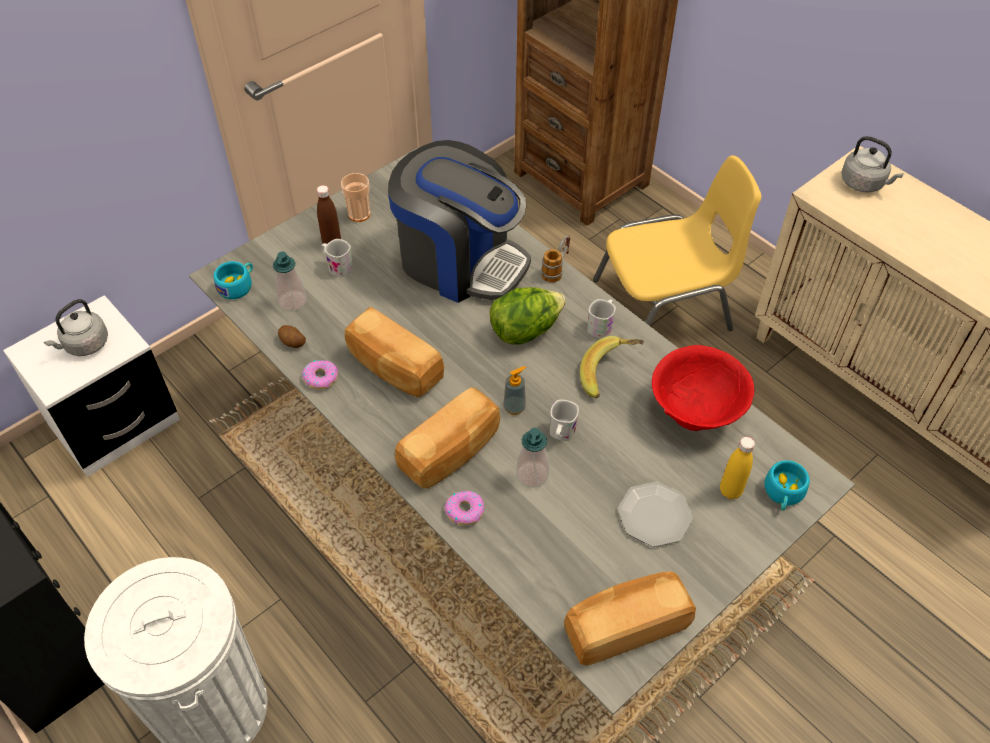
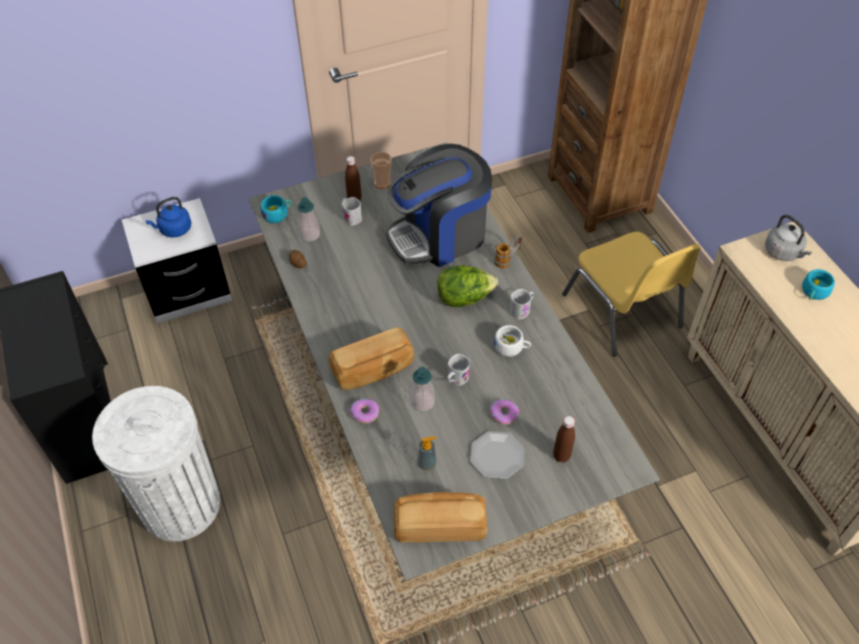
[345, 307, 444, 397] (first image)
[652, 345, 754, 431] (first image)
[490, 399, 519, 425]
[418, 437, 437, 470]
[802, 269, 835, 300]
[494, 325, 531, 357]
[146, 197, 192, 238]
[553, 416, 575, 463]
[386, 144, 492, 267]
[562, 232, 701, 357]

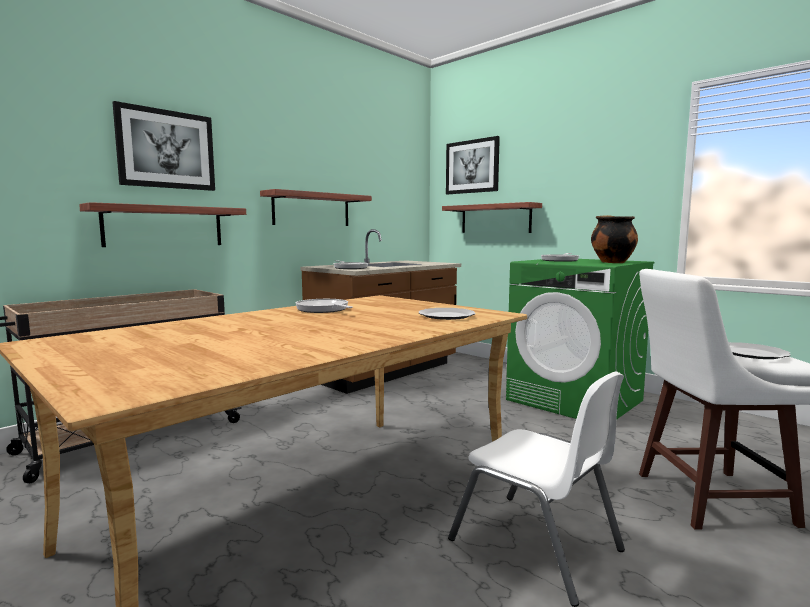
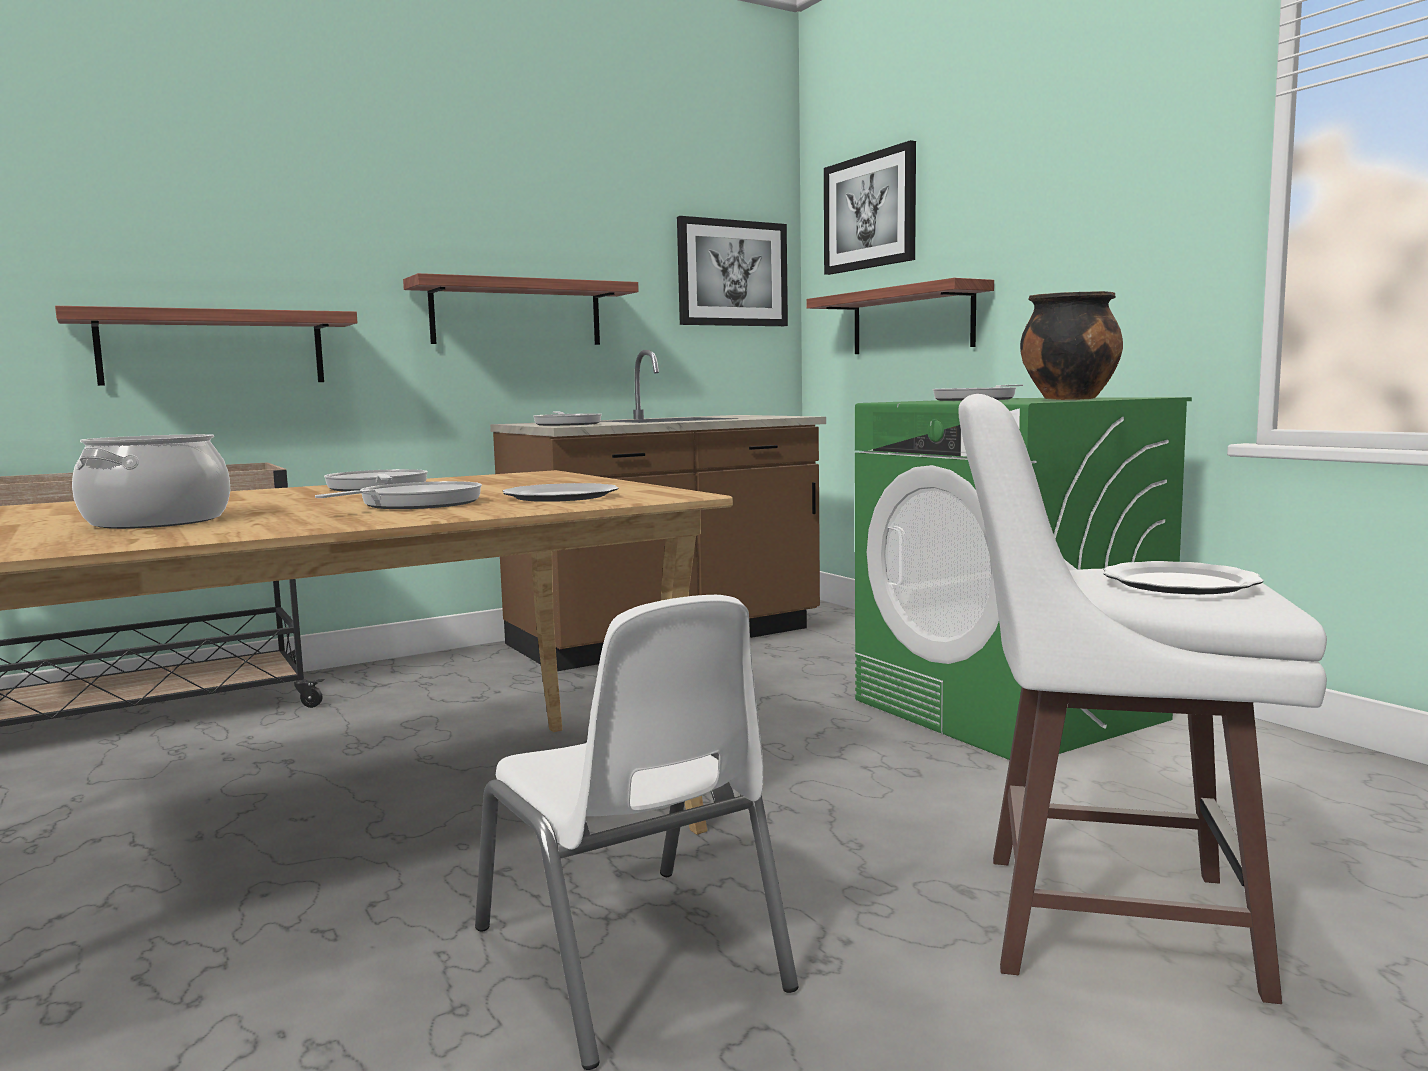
[72, 434, 230, 529]
[315, 481, 482, 509]
[677, 216, 788, 326]

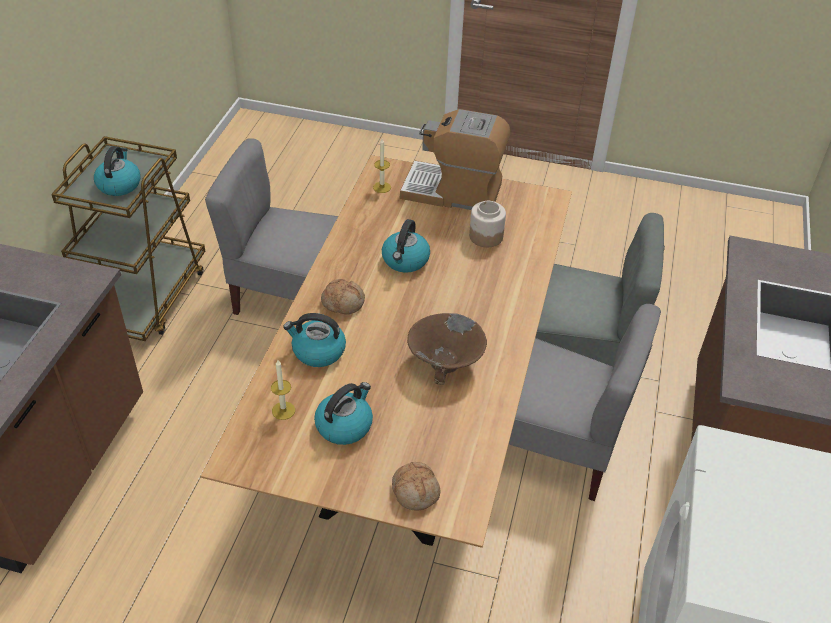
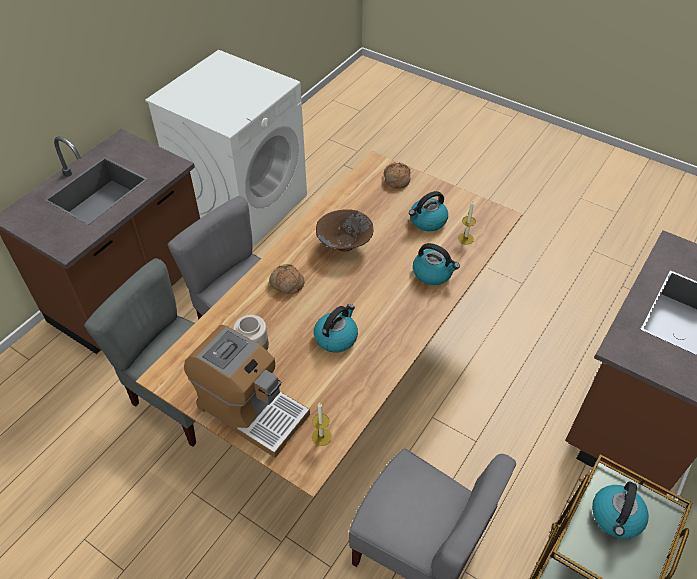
[269, 264, 304, 294]

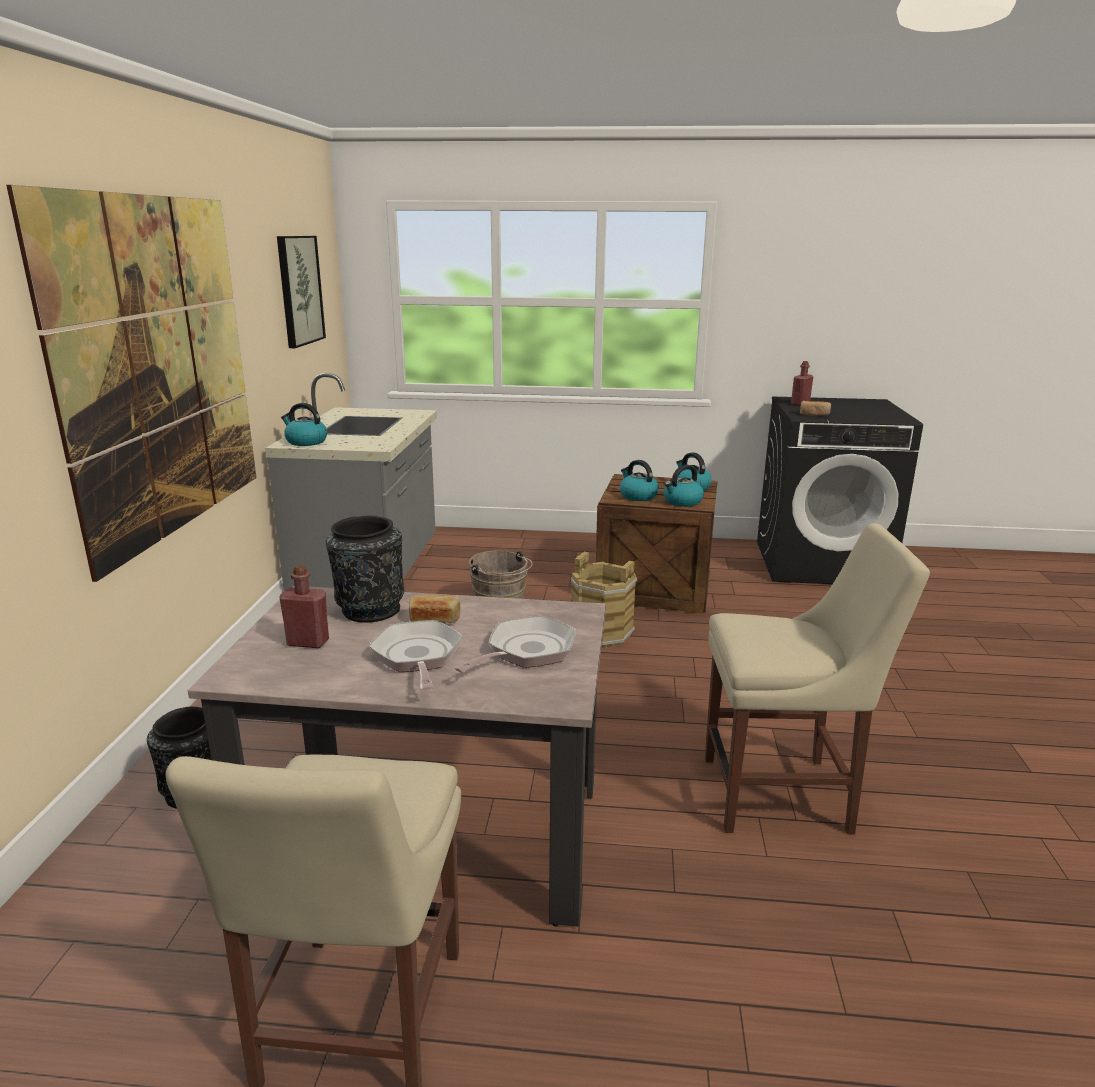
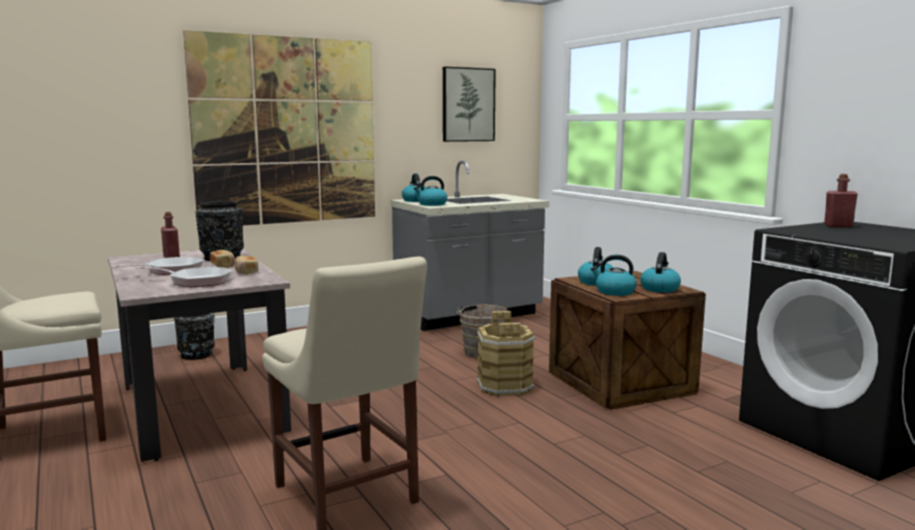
[413, 176, 447, 206]
[234, 255, 258, 275]

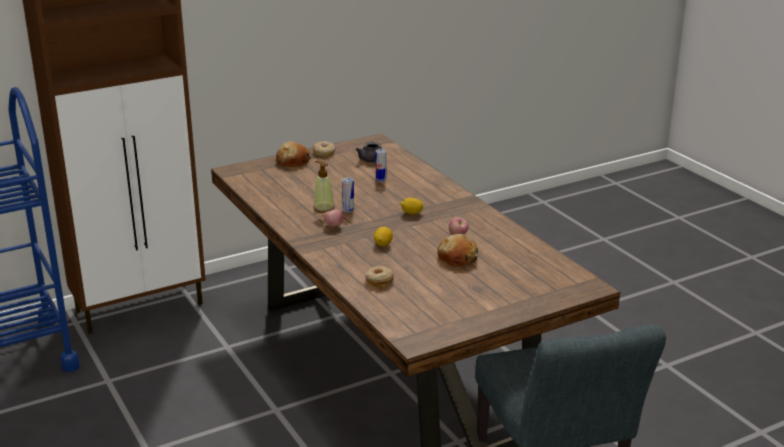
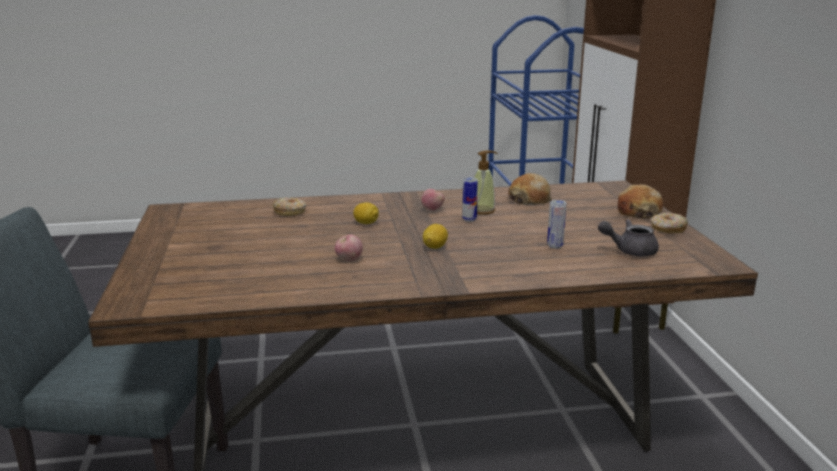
[508, 173, 552, 205]

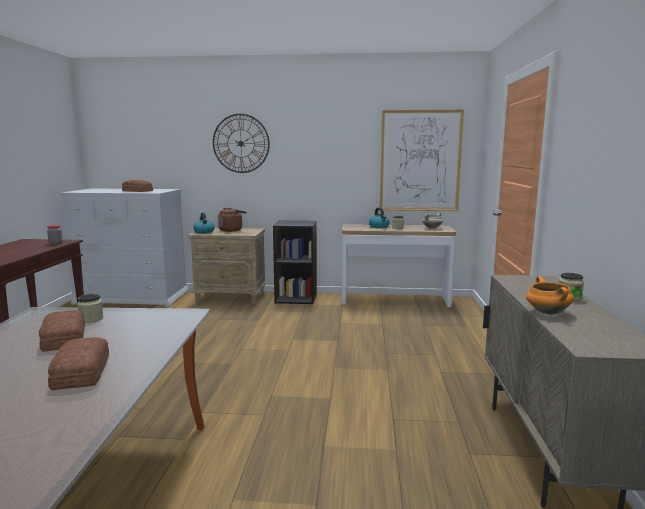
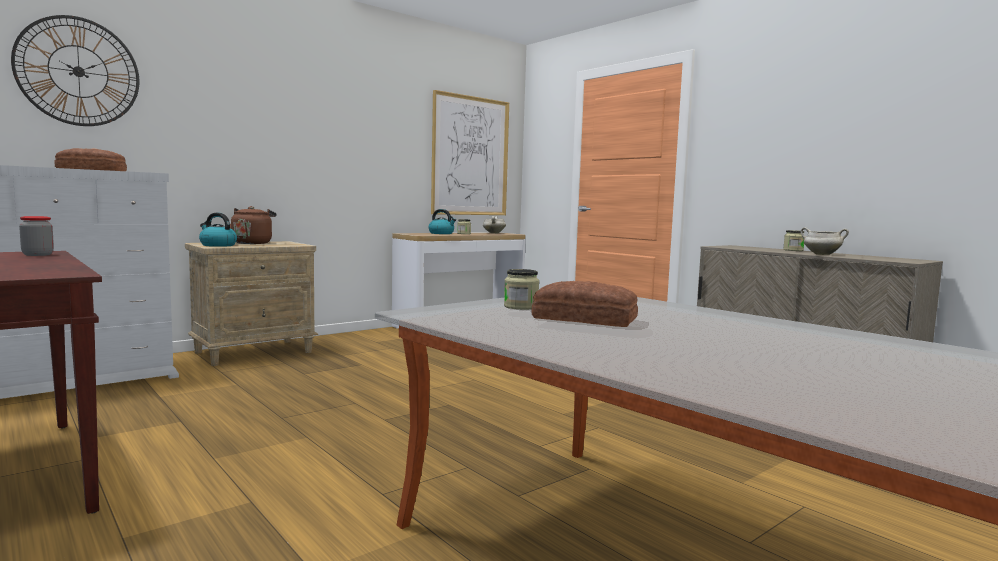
[48, 337, 109, 390] (first image)
[273, 220, 317, 304] (first image)
[11, 15, 139, 126]
[801, 227, 849, 255]

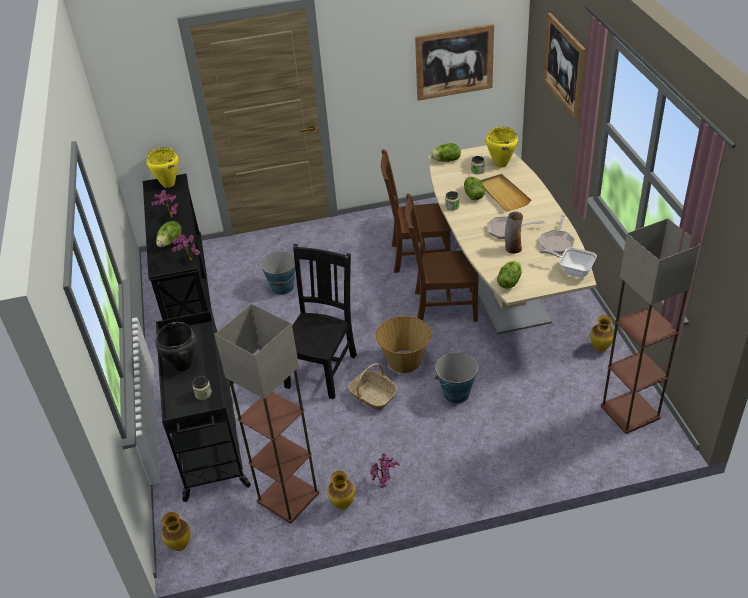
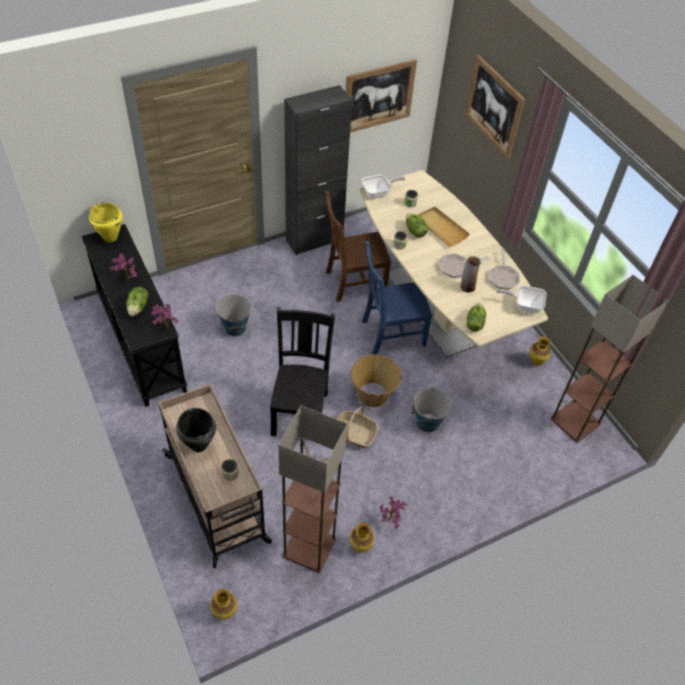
[486, 127, 518, 168] (first image)
[284, 85, 352, 255]
[361, 174, 405, 199]
[158, 384, 272, 568]
[362, 241, 432, 355]

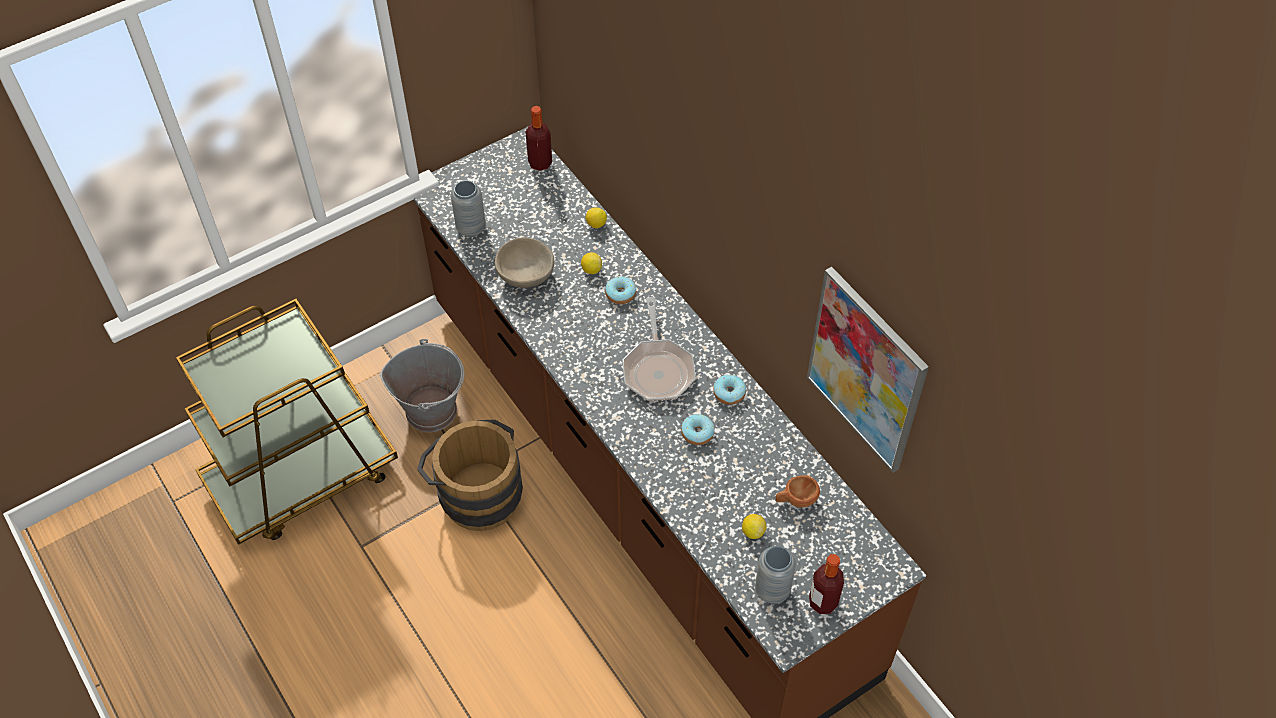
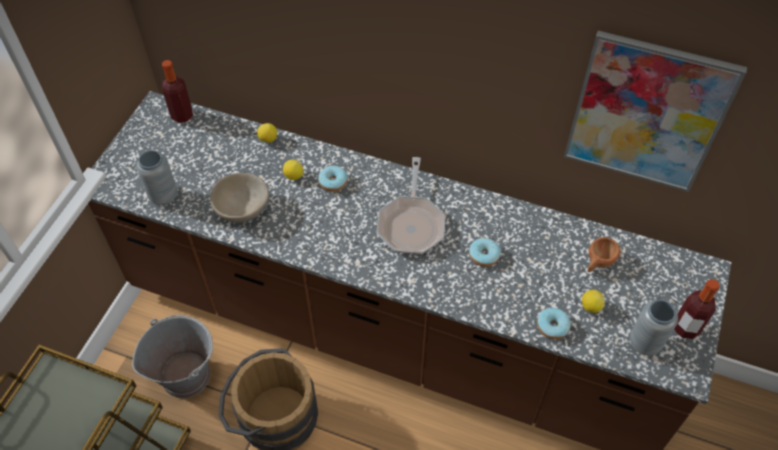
[537, 308, 571, 339]
[376, 157, 445, 254]

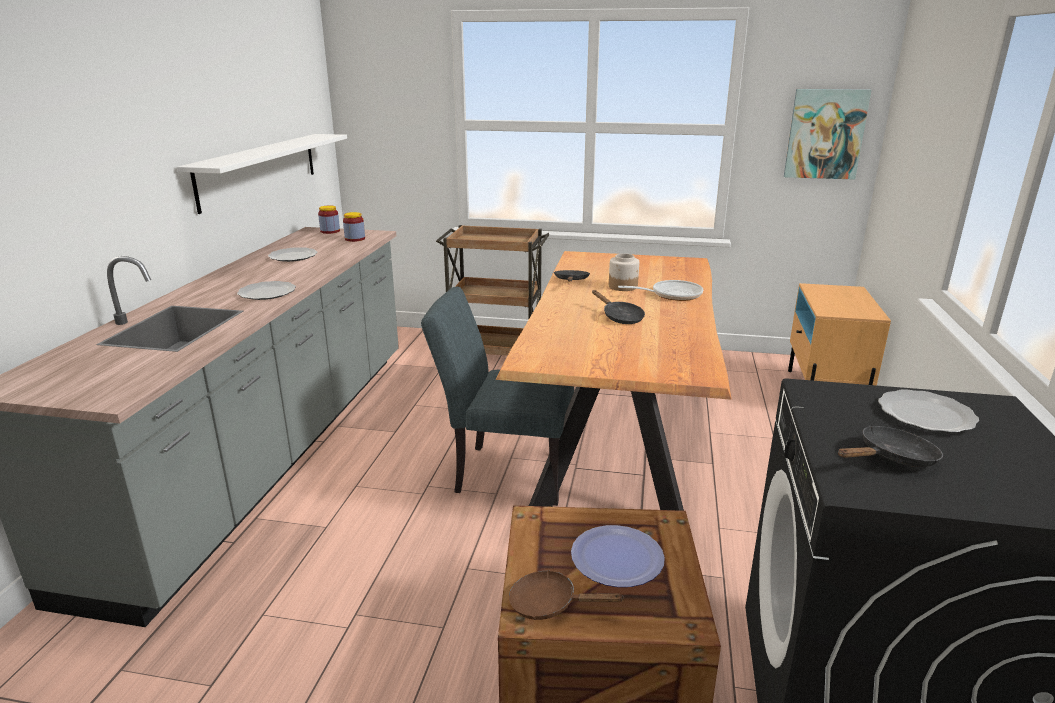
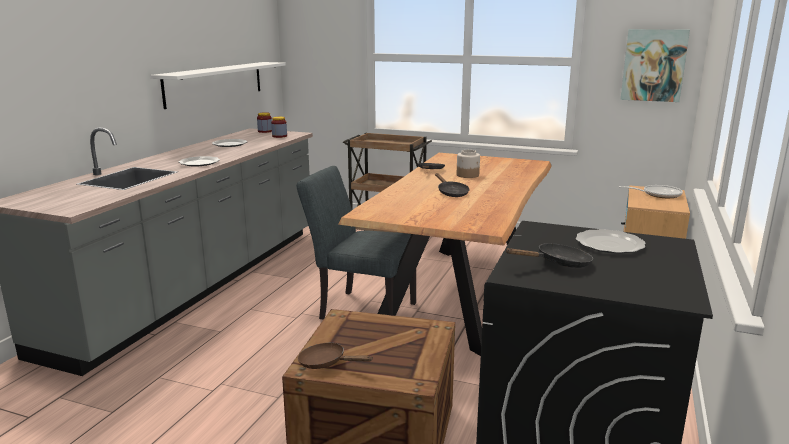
[571, 525, 665, 587] (first image)
[618, 185, 683, 198]

